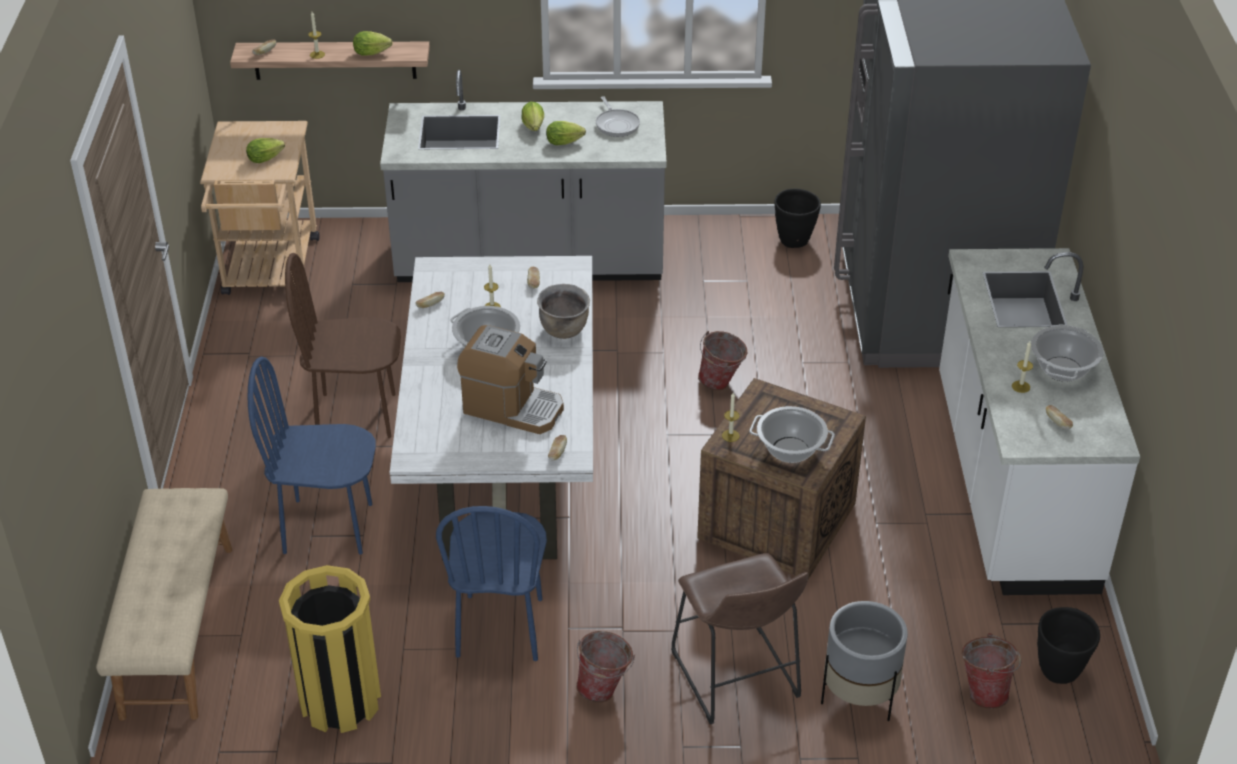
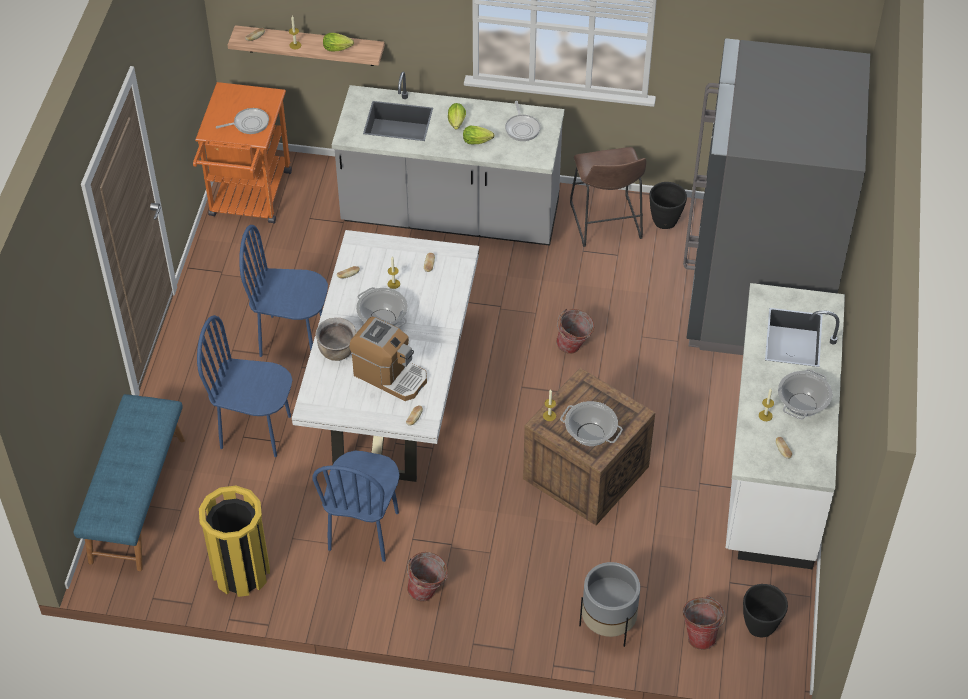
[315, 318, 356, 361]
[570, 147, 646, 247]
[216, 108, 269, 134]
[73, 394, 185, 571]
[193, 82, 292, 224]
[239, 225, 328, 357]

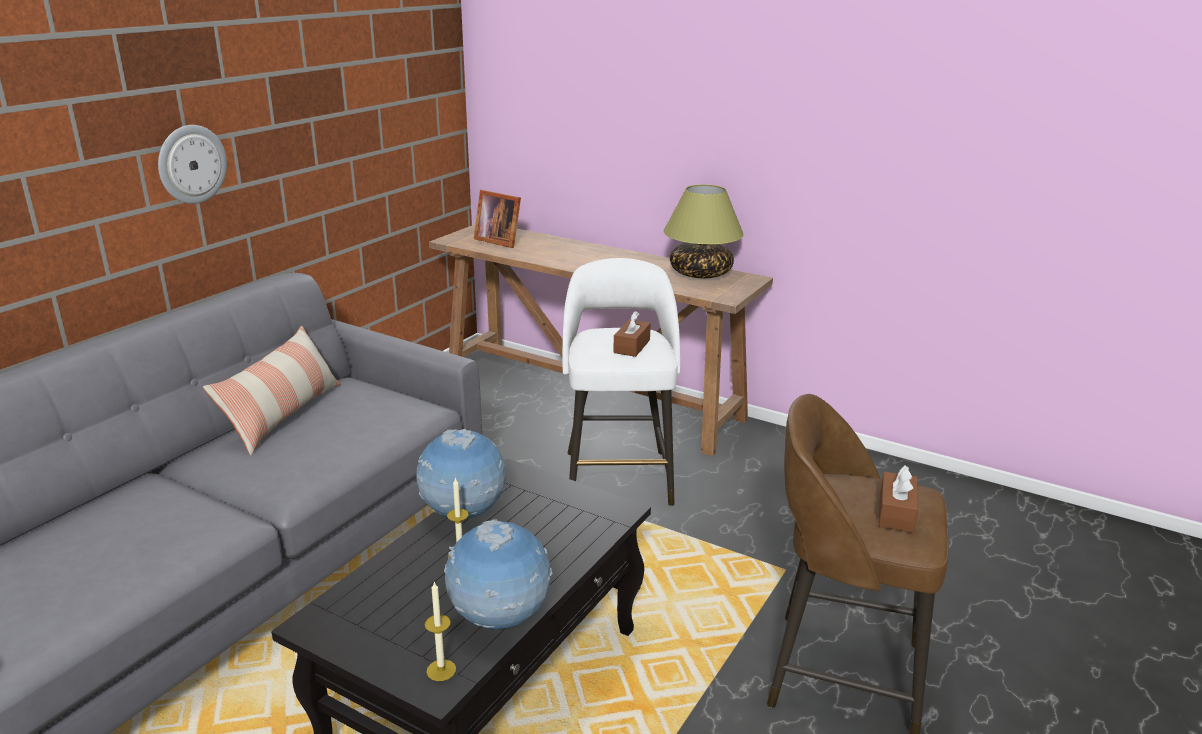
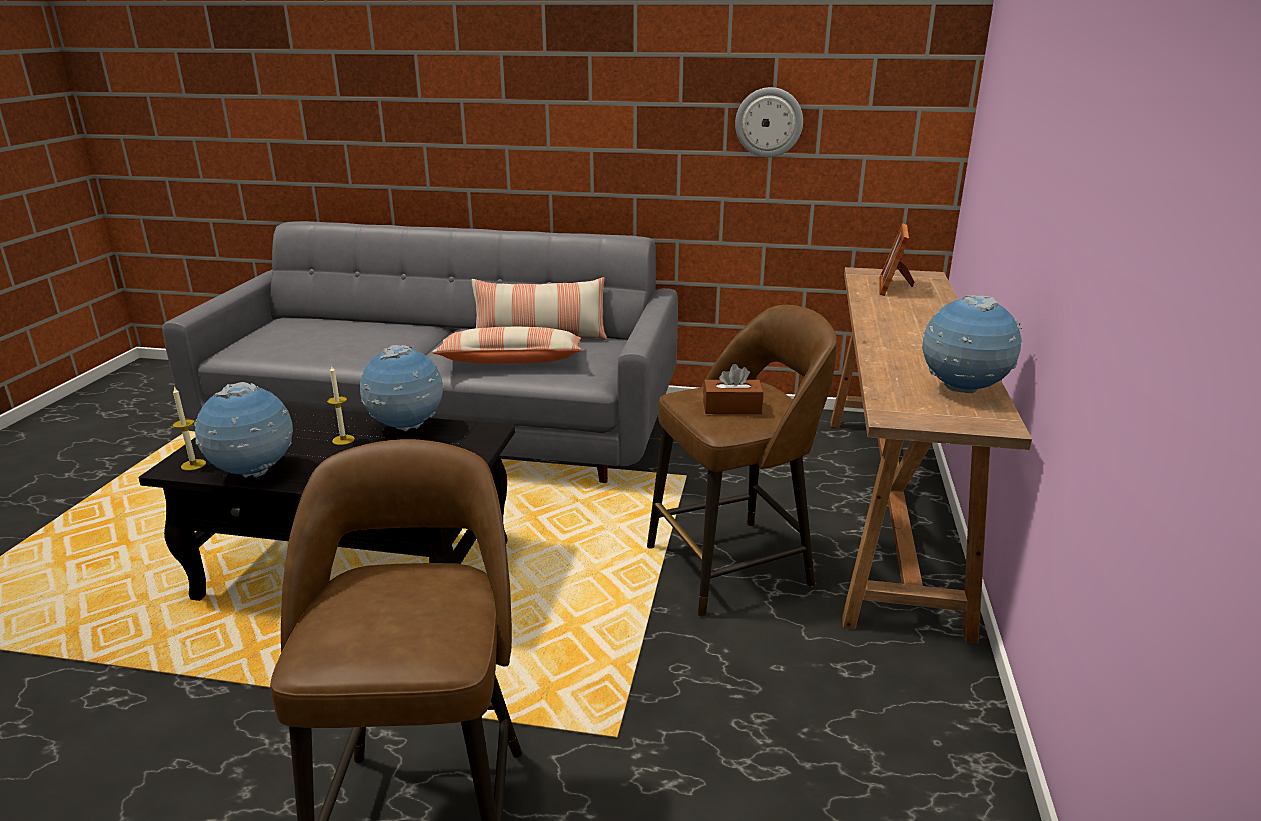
[878, 465, 918, 533] (first image)
[432, 327, 581, 364]
[735, 87, 803, 158]
[922, 295, 1023, 393]
[647, 305, 837, 617]

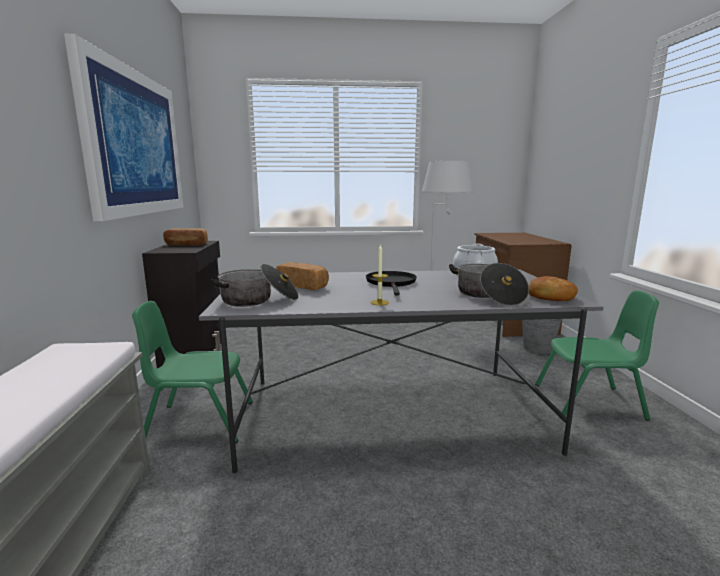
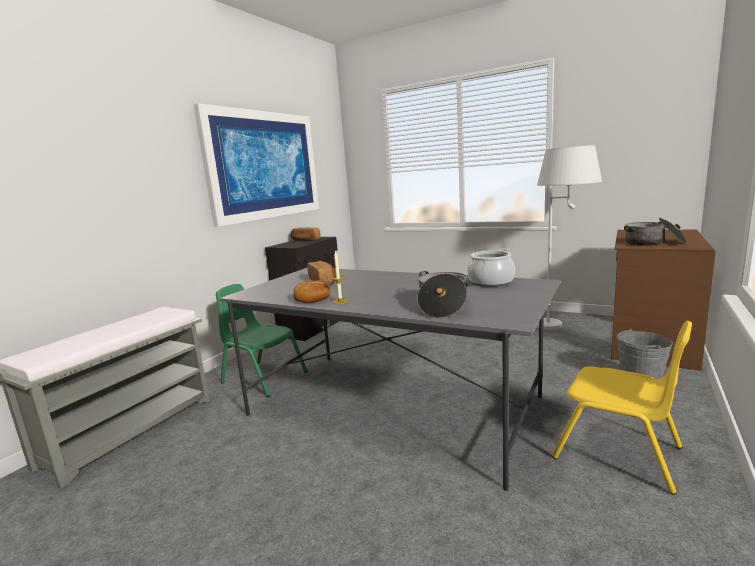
[366, 271, 417, 295] (first image)
[624, 218, 687, 246]
[293, 280, 331, 303]
[552, 320, 692, 495]

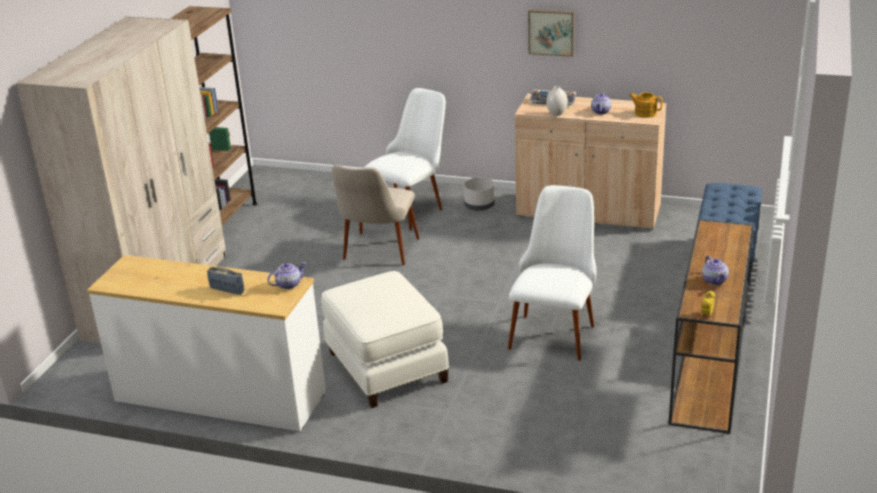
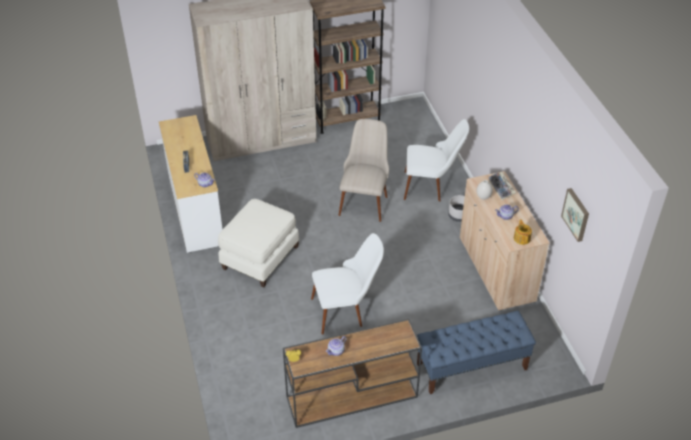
[561, 188, 589, 242]
[339, 119, 389, 222]

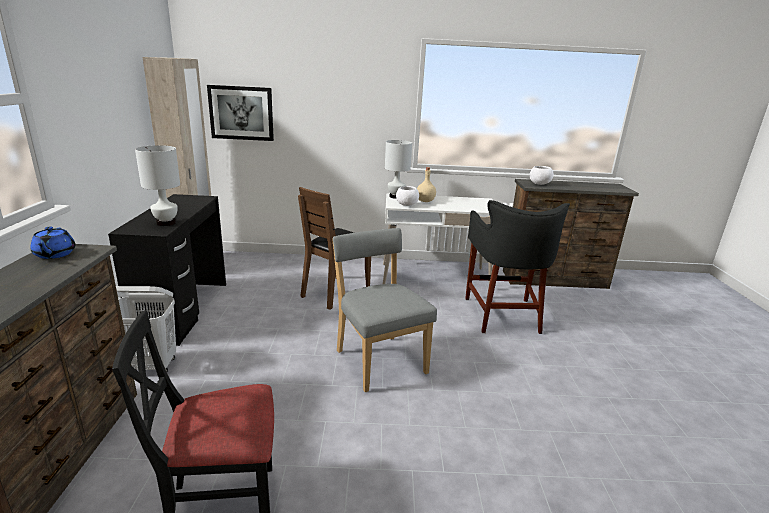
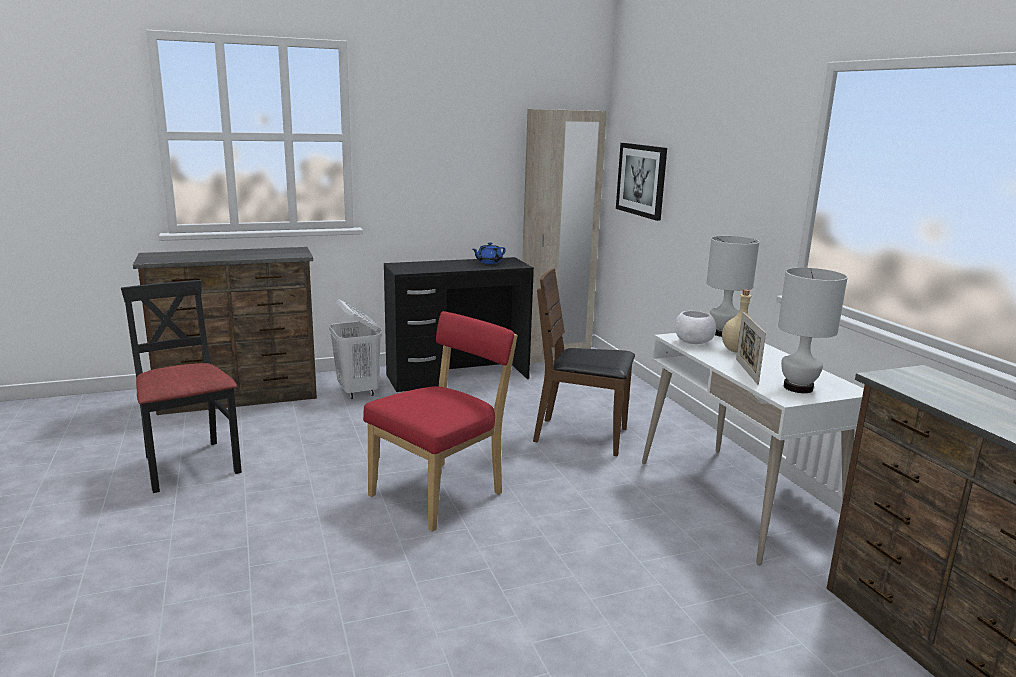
[465, 200, 570, 334] (first image)
[530, 166, 554, 185] (first image)
[736, 312, 766, 385]
[473, 242, 506, 264]
[778, 268, 848, 393]
[363, 311, 518, 532]

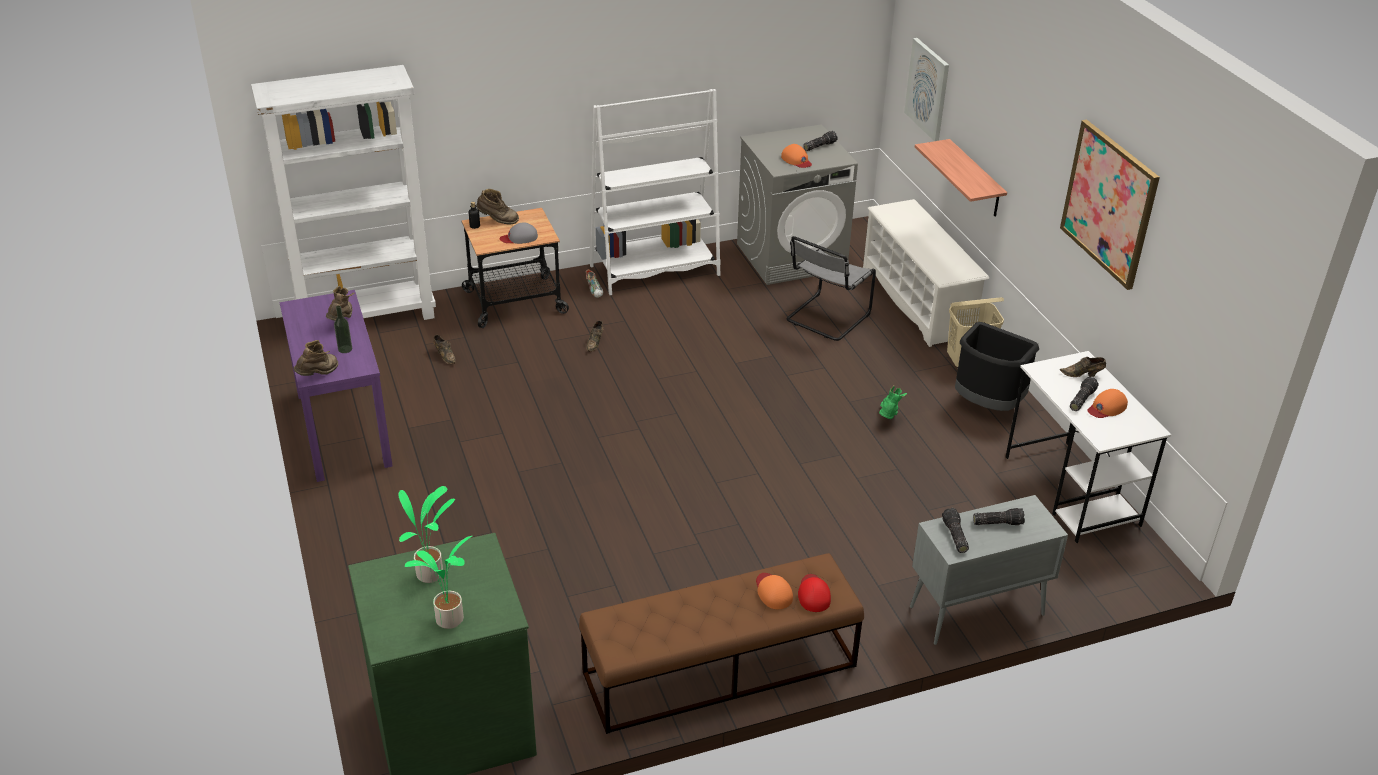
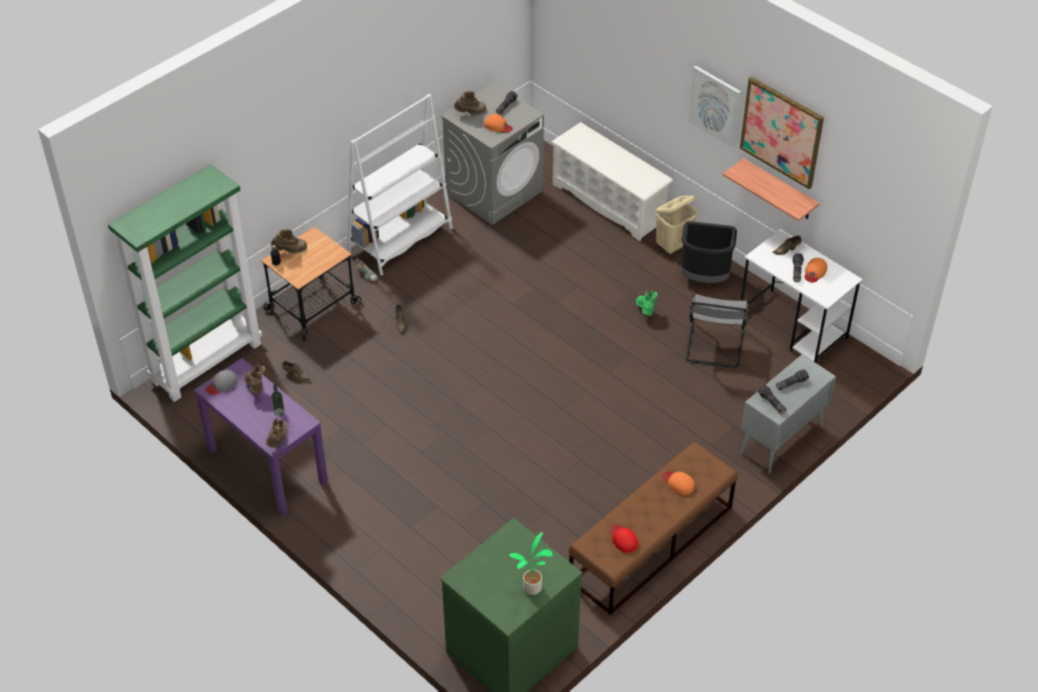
[398, 486, 455, 583] (first image)
[454, 92, 486, 115]
[206, 370, 238, 395]
[686, 292, 749, 367]
[610, 525, 638, 553]
[688, 66, 741, 148]
[723, 158, 820, 221]
[108, 164, 262, 402]

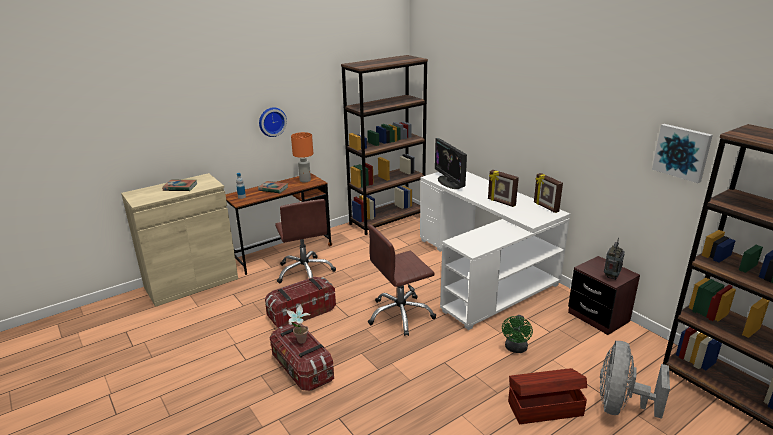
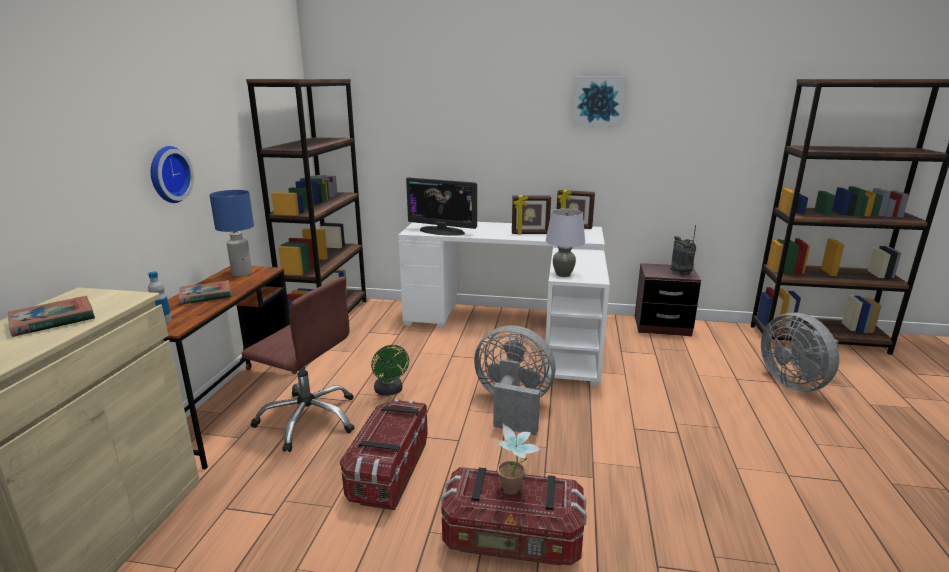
[508, 368, 587, 424] (first image)
[546, 209, 585, 277]
[371, 345, 409, 396]
[574, 76, 626, 127]
[474, 325, 555, 436]
[209, 190, 254, 277]

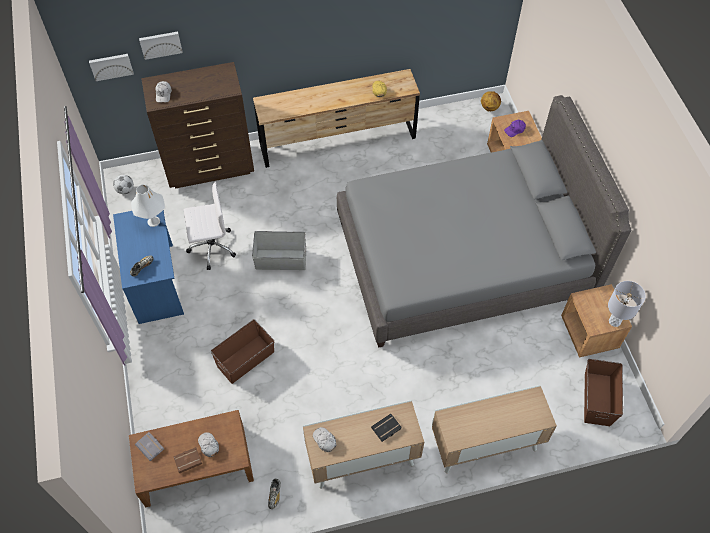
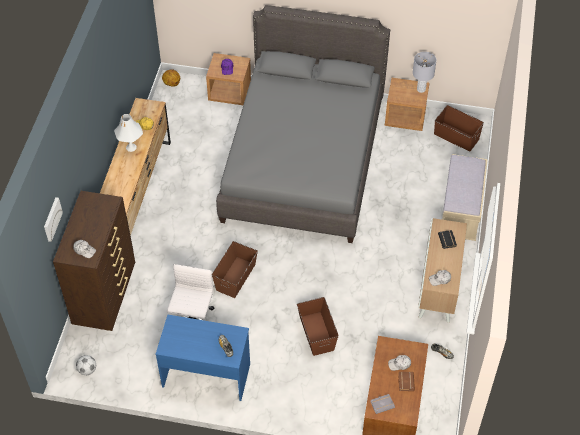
[89, 54, 134, 81] (first image)
[114, 114, 143, 152]
[442, 154, 488, 241]
[212, 241, 258, 298]

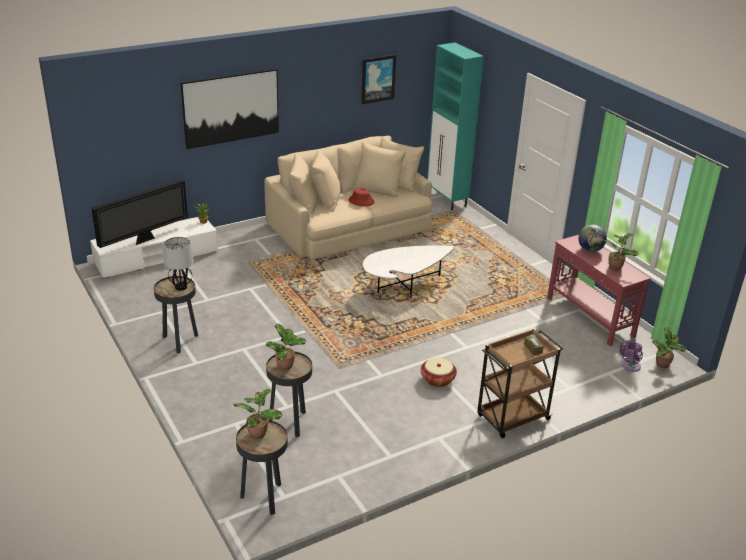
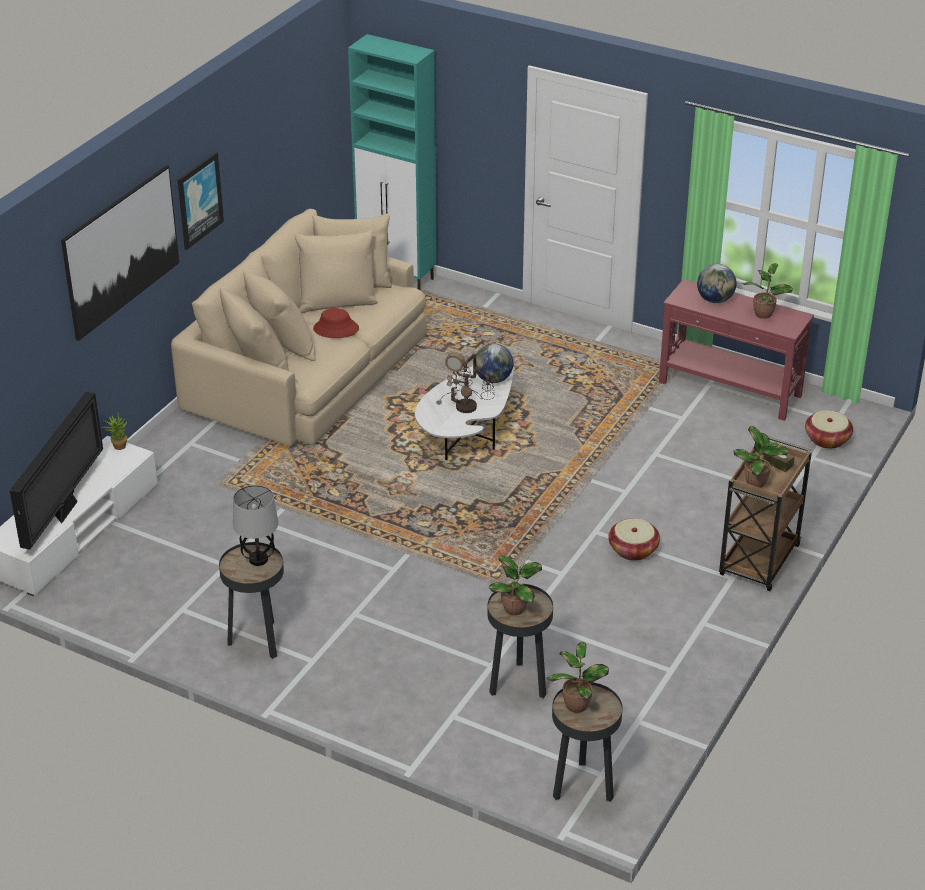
[436, 352, 495, 413]
[476, 343, 513, 383]
[178, 152, 224, 250]
[733, 426, 789, 488]
[805, 410, 853, 449]

